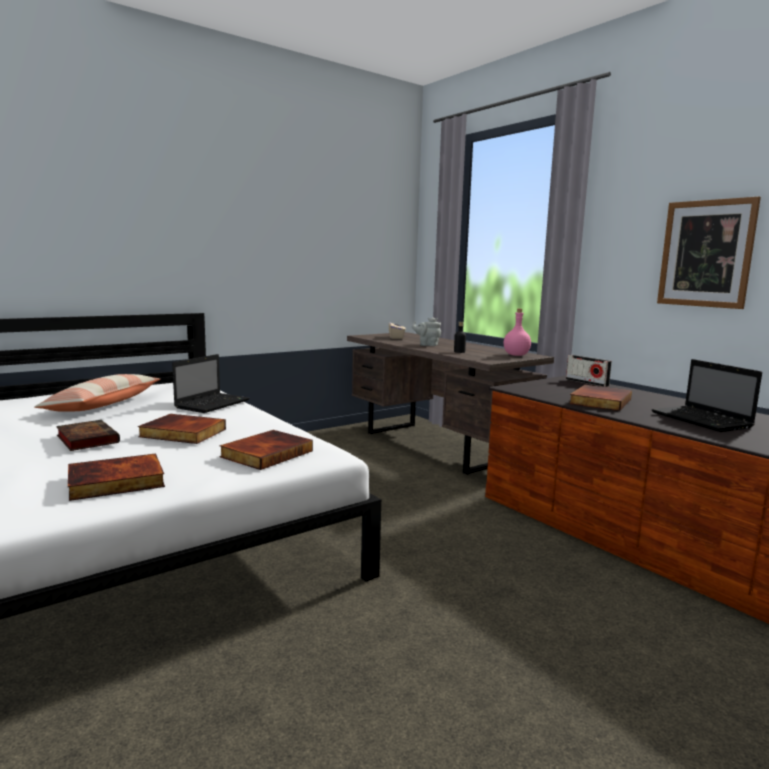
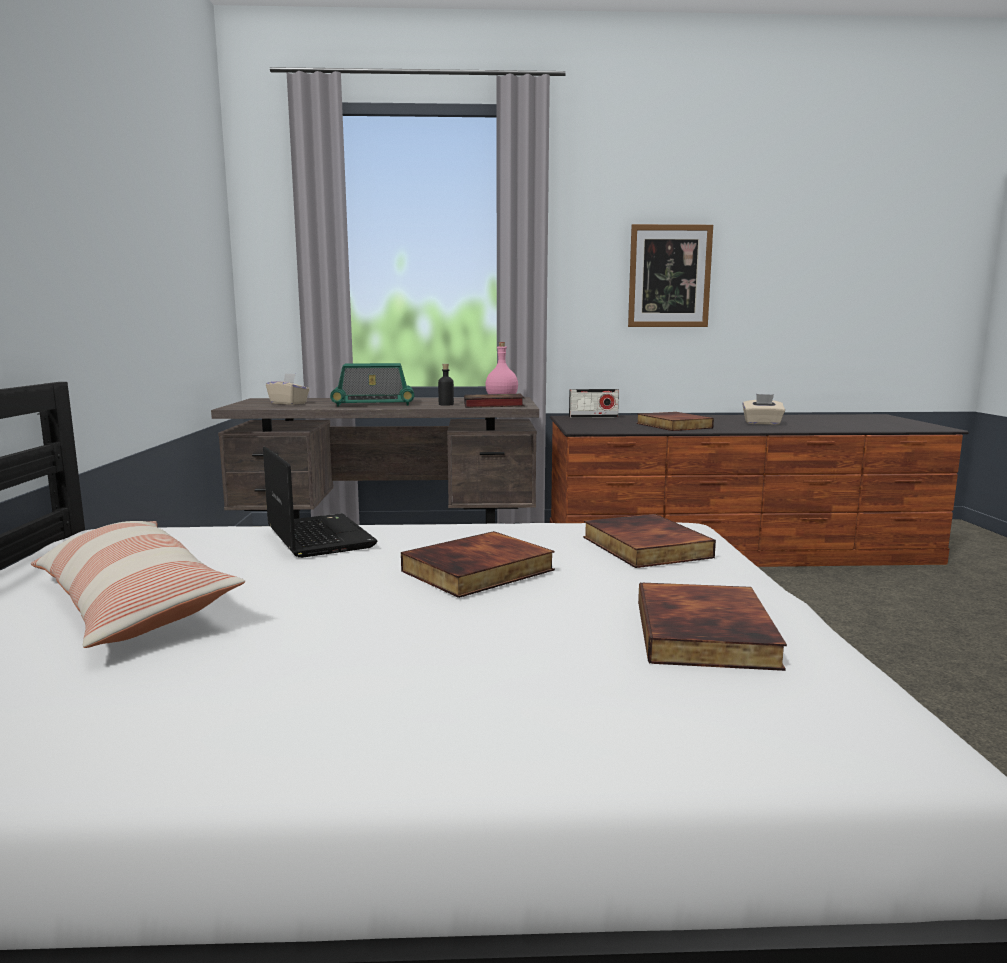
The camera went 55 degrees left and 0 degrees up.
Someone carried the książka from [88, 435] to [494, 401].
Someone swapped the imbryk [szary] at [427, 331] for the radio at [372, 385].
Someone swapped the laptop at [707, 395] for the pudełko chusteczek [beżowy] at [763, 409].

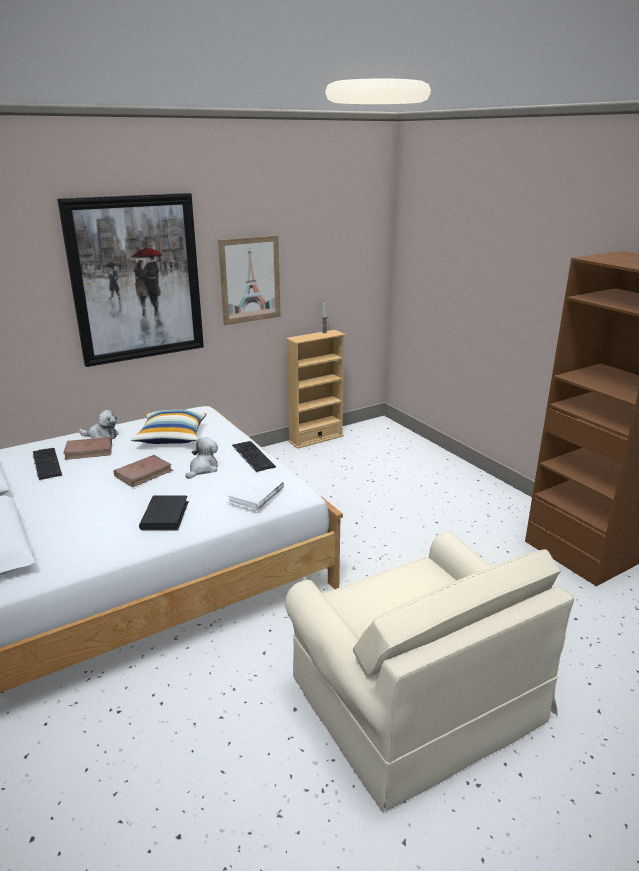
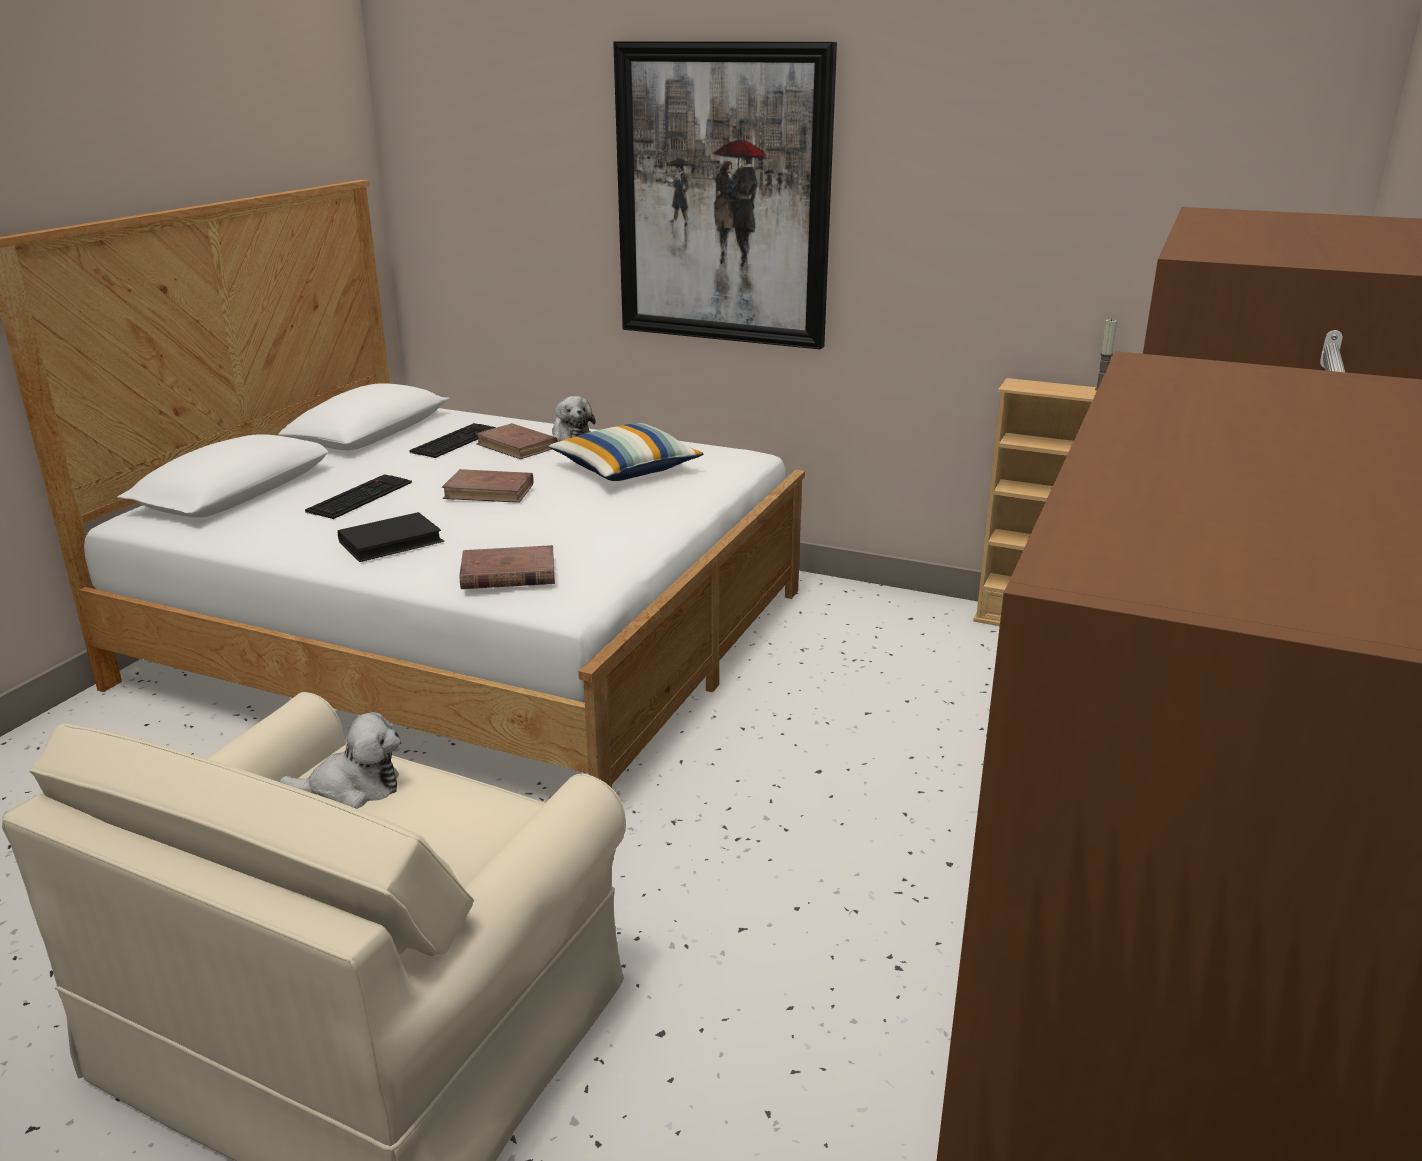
The camera went 55 degrees right and 0 degrees up.
Someone took away the obraz at [249, 280].
Someone carried the pluszak from [201, 458] to [340, 760].
Someone carried the klawiatura from [254, 456] to [358, 496].
Someone repainted the książka [biały] at [255, 492], which became the książka [brązowy] at [507, 567].

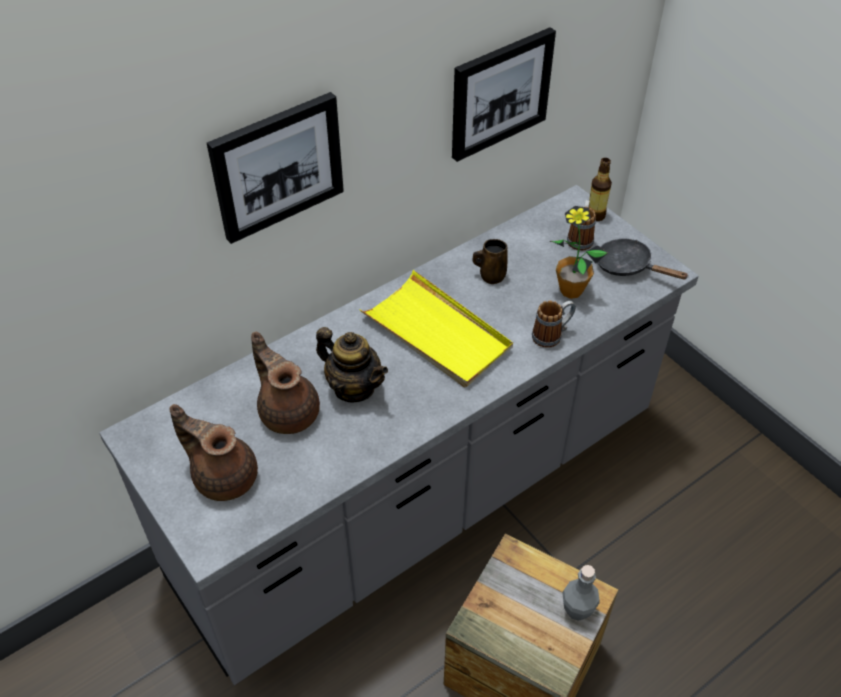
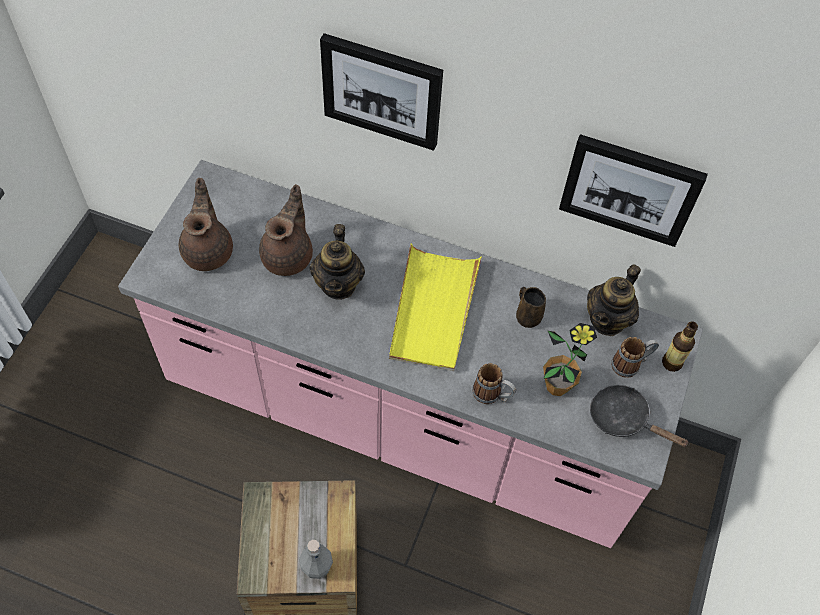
The camera went 55 degrees right and 10 degrees up.
Someone put down the imbryk at [614, 300].
Someone repainted the zabudowa kuchenna [szary] at [398, 435], which became the zabudowa kuchenna [różowy] at [410, 354].
Someone rotated the patelnia [czarny] at [643, 259] by 60 degrees counterclockwise.

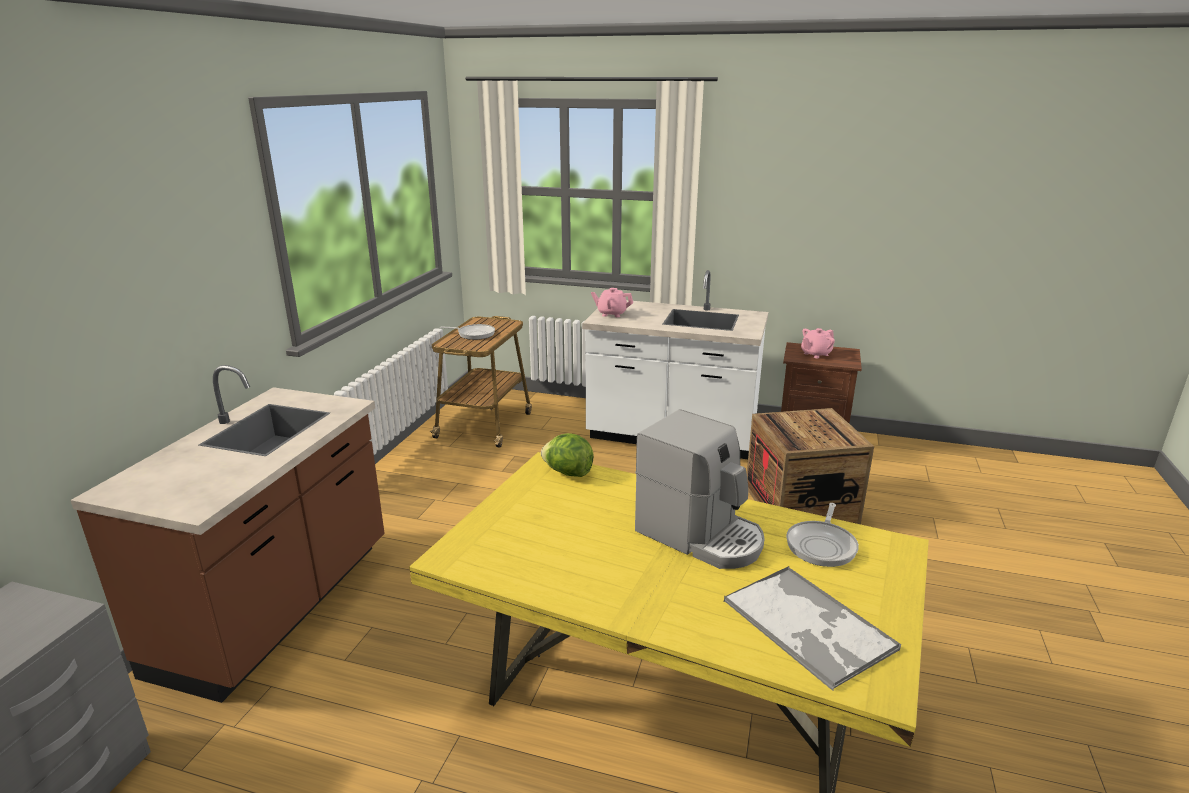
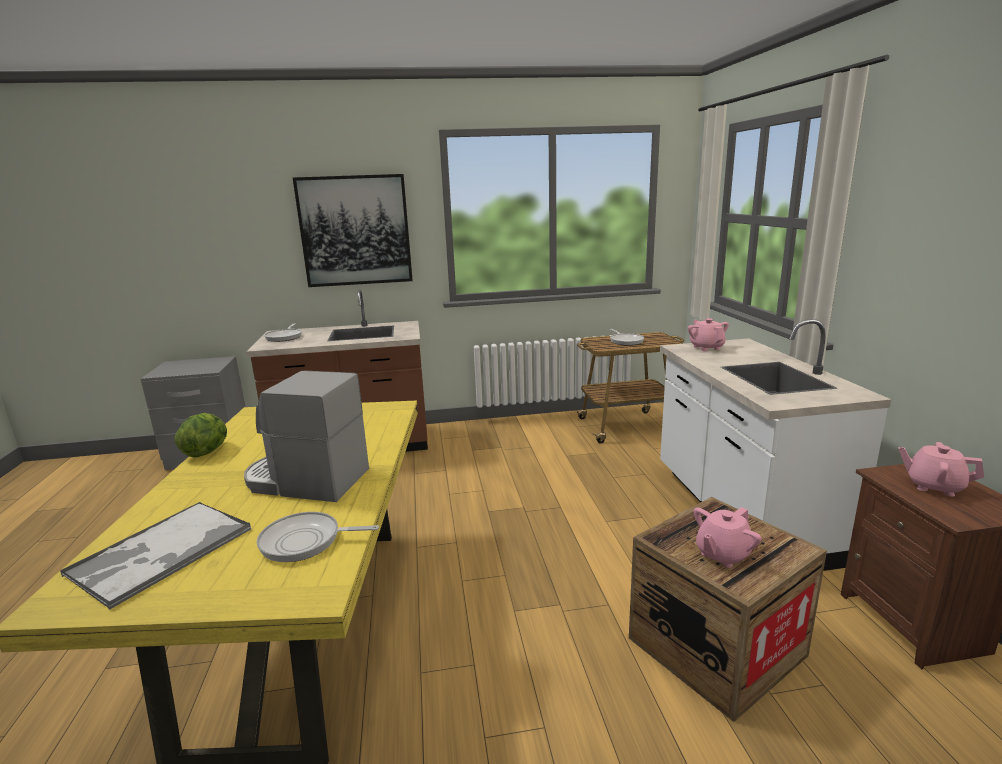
The camera went 65 degrees right and 5 degrees down.
Someone put down the patelnia at [283, 333].
Someone put up the obraz at [353, 230].
Someone put down the imbryk [różowy] at [727, 537].
Someone carried the sałata from [567, 455] to [201, 435].
Someone rotated the ekspres do kawy at [700, 489] by 90 degrees clockwise.

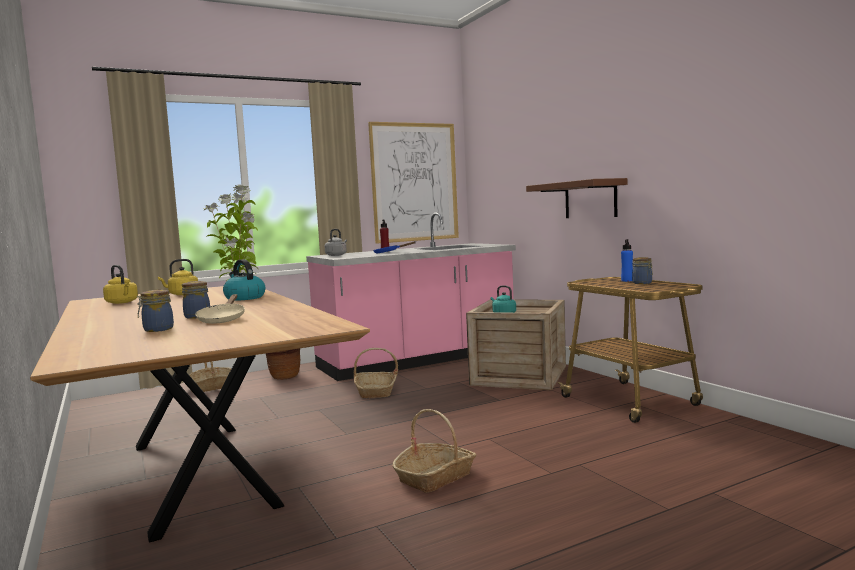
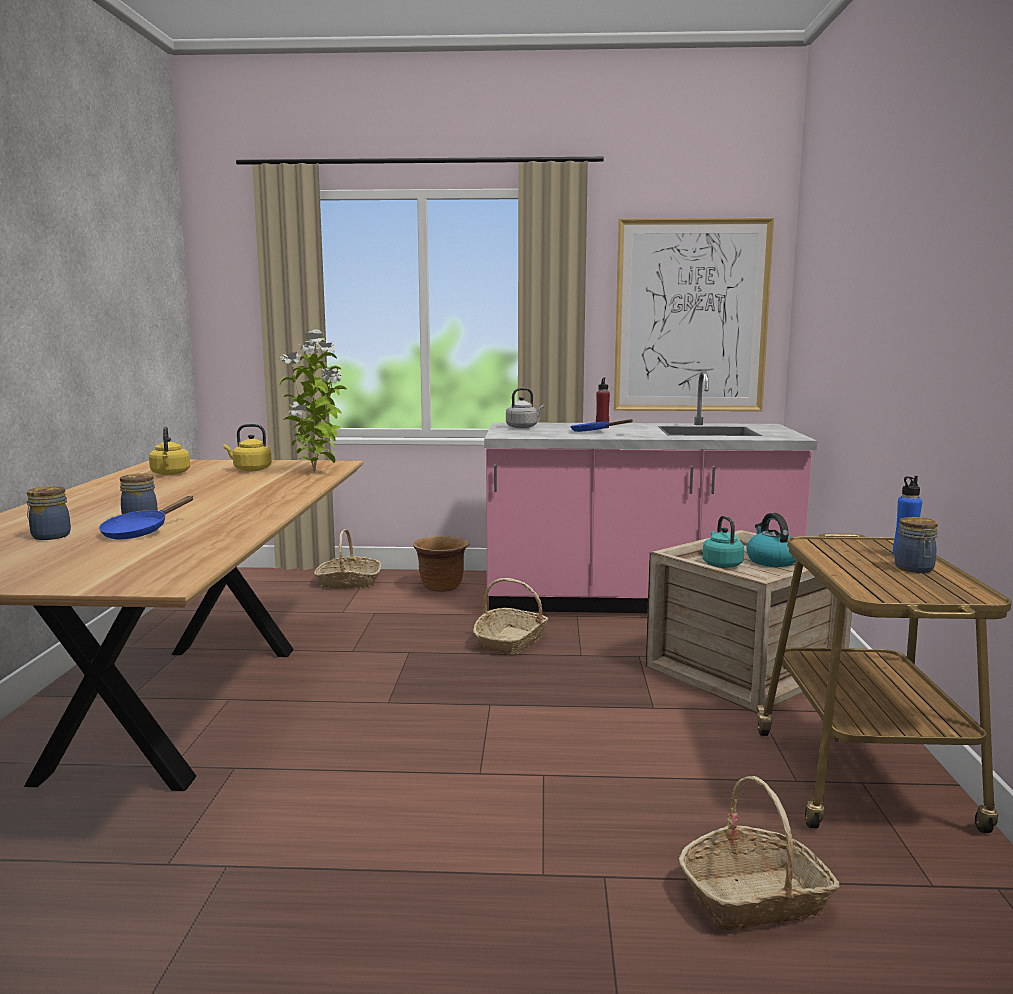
The camera went 30 degrees right and 5 degrees up.
Someone took away the półka [brązowy] at [577, 198].
Someone carried the czajnik from [244, 280] to [771, 540].
Someone carried the koszyk from [434, 451] to [759, 853].
Someone repainted the patelnia [beżowy] at [220, 309], which became the patelnia [niebieski] at [146, 517].

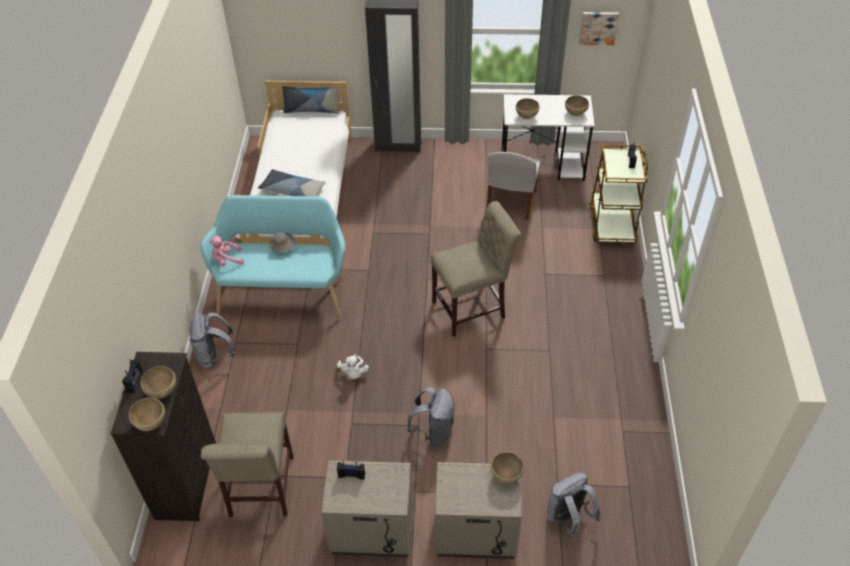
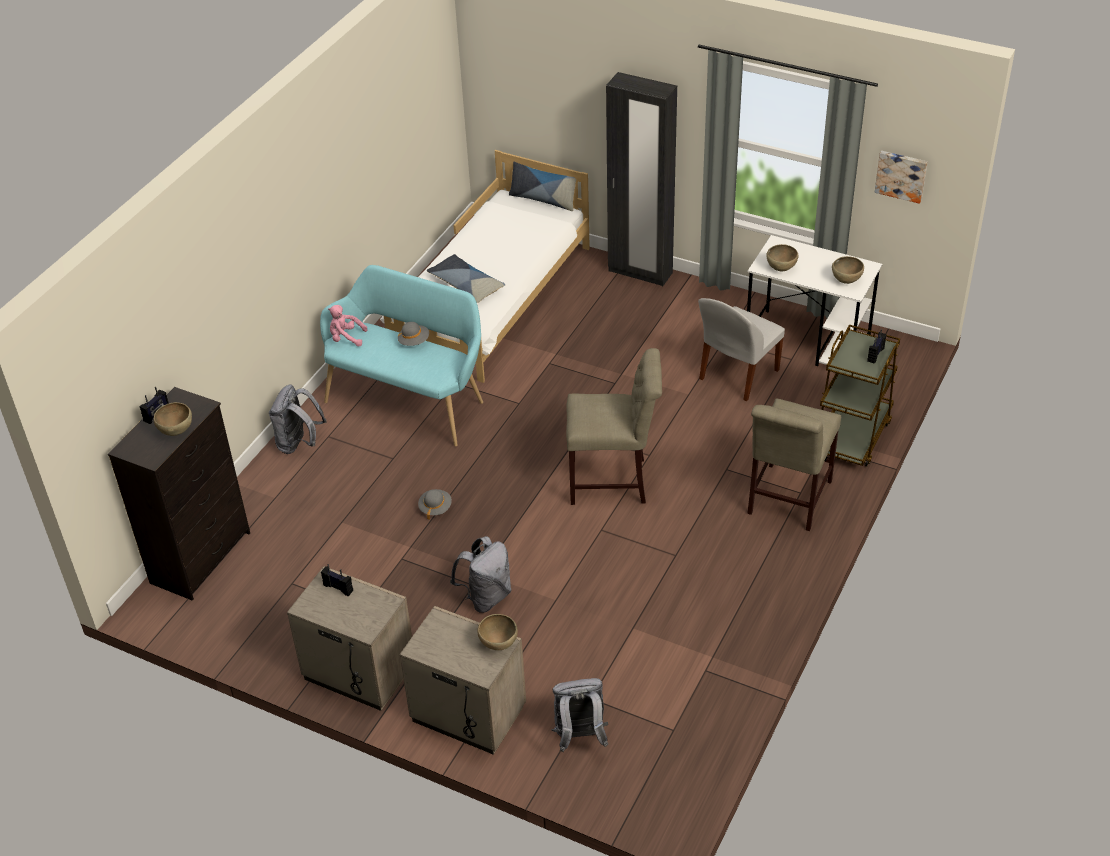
The camera went 25 degrees right and 5 degrees down.
Someone took away the miska [brązowy] at [147, 414].
Someone carried the krzesło [beżowy] from [247, 464] to [794, 464].
Someone swapped the pluszak [biały] at [353, 366] for the kapelusz [szary] at [435, 504].

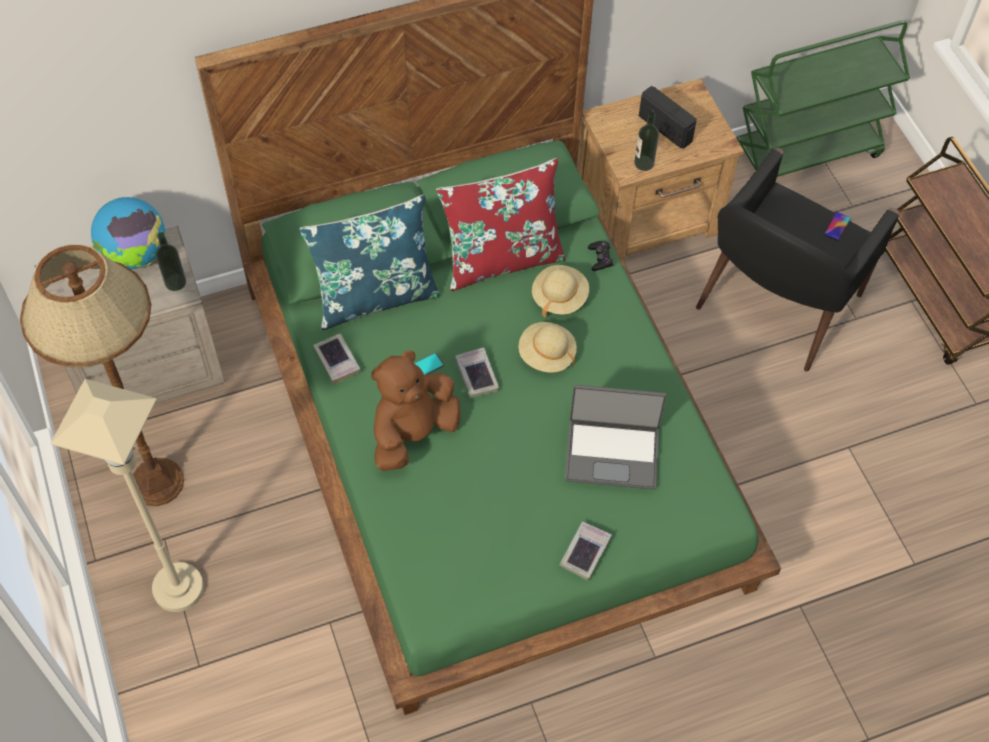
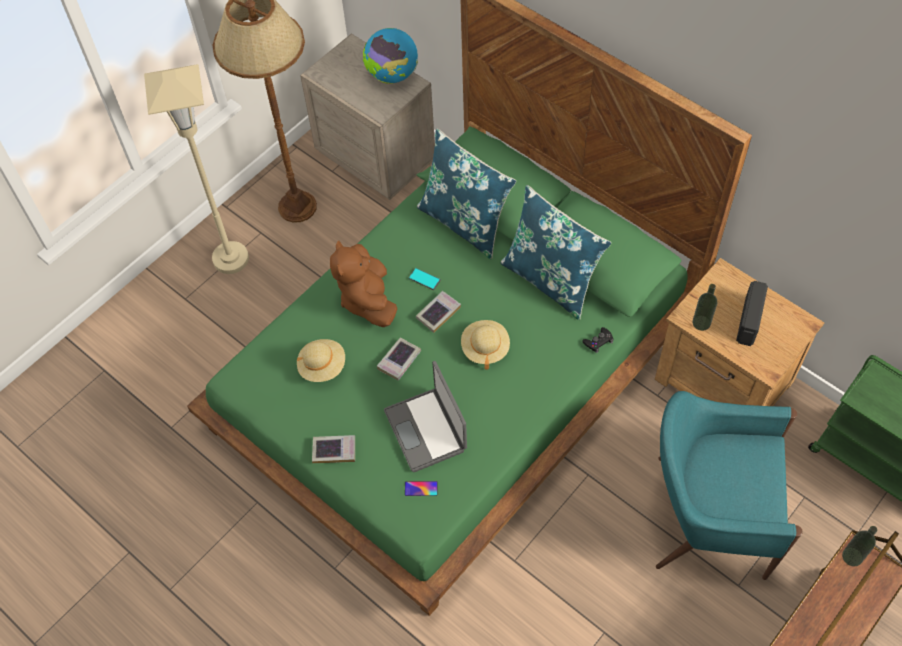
The camera went 65 degrees right and 0 degrees up.
Someone carried the butelka from [171, 261] to [859, 546].
Someone carried the książka from [337, 358] to [399, 358].
Someone carried the kapelusz [beżowy] from [560, 291] to [321, 360].
Someone carried the telefon from [837, 226] to [421, 488].
Someone repainted the poduszka [czerwony] at [501, 224], which became the poduszka [niebieski] at [556, 252].
Someone repainted the fotel [czarny] at [797, 260], which became the fotel [turkusowy] at [729, 485].
Someone rotated the pluszak [brązowy] at [416, 410] by 120 degrees counterclockwise.

